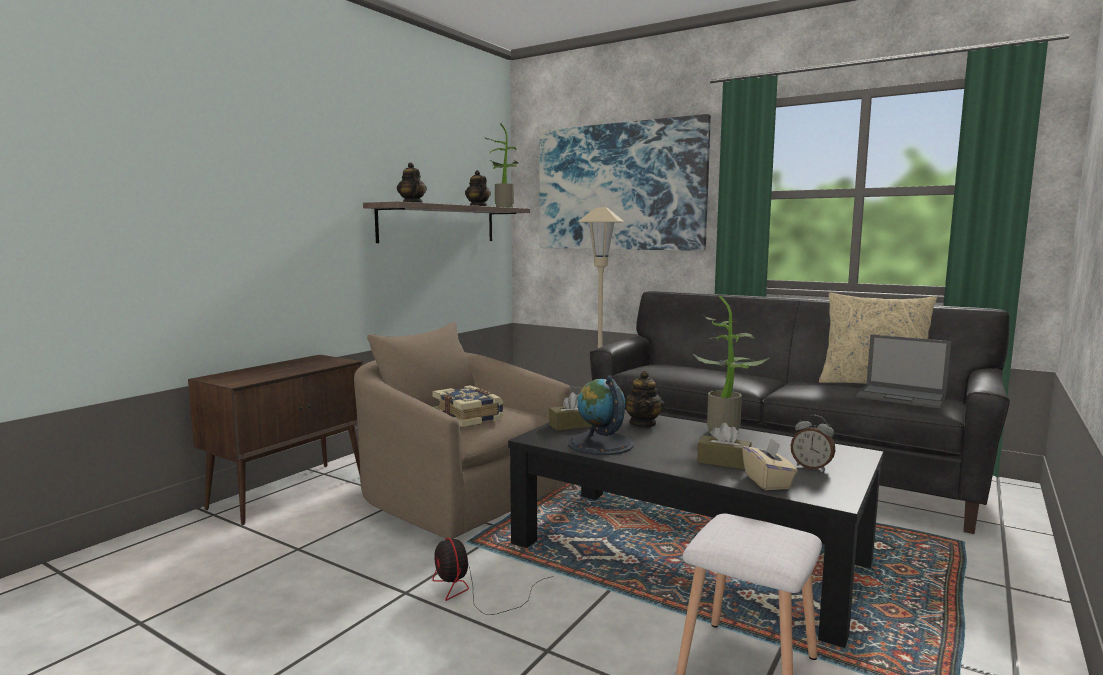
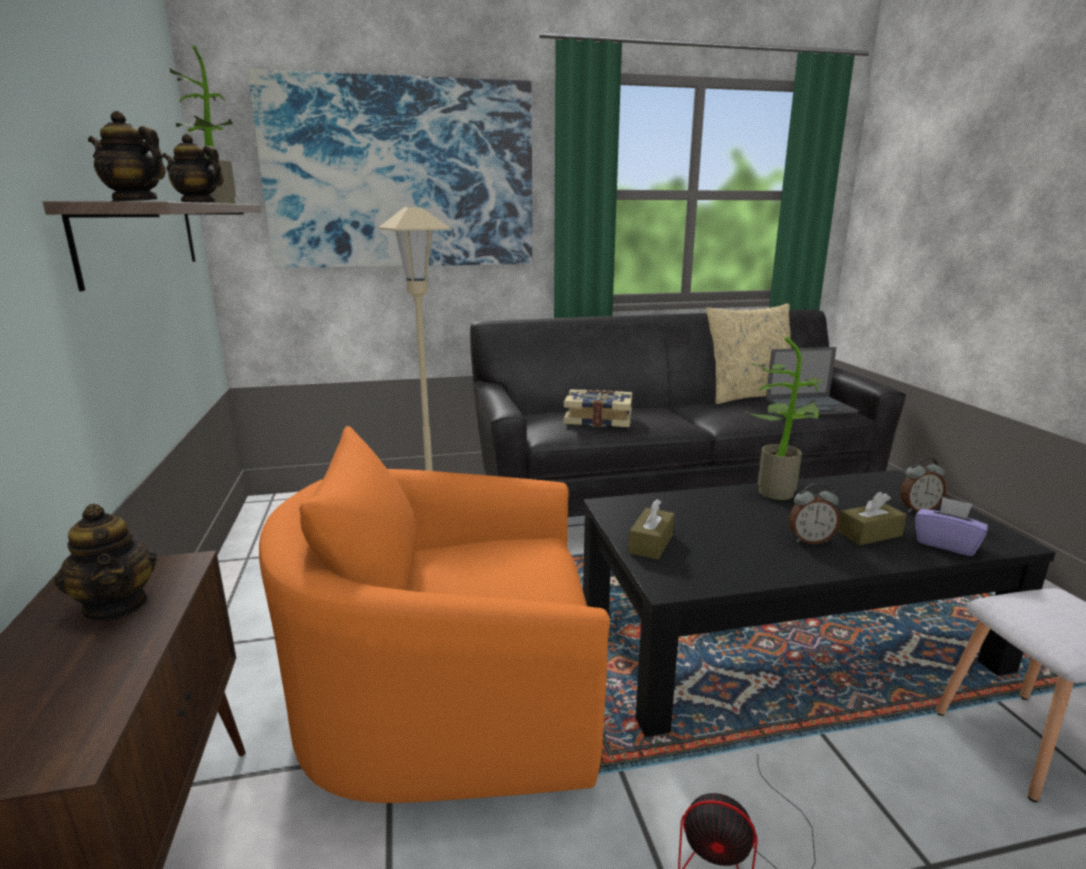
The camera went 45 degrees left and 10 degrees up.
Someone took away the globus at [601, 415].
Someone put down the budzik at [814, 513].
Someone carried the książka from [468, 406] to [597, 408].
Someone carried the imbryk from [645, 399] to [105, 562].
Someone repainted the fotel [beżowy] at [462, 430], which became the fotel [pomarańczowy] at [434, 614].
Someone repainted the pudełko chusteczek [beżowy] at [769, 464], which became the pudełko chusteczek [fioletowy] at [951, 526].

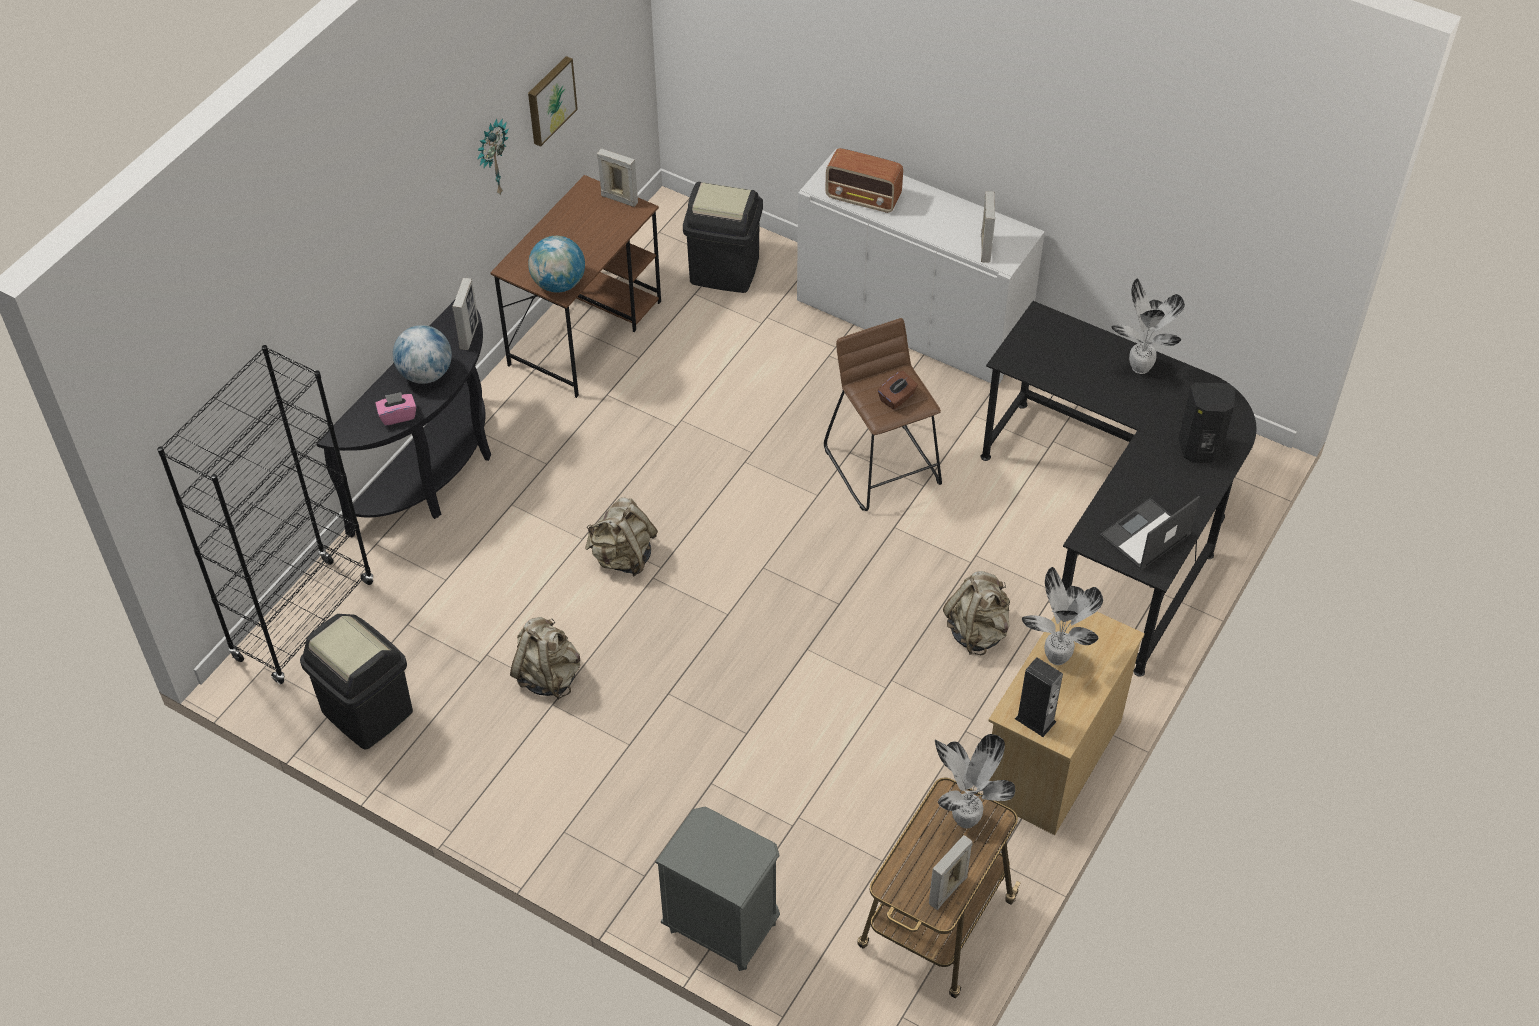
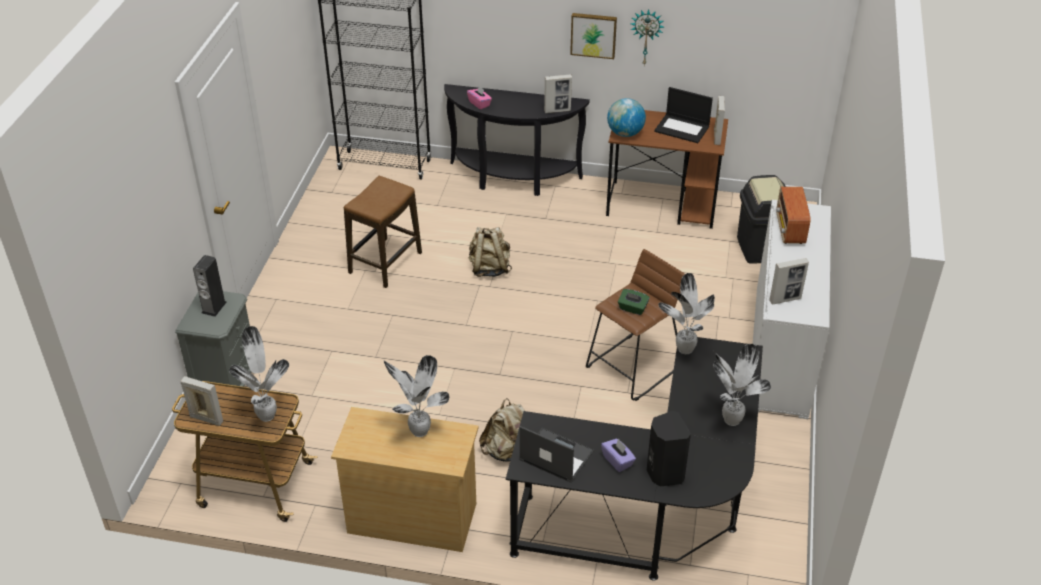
The camera went 70 degrees right and 10 degrees down.
Someone took away the kosz na śmieci [czarny] at [356, 681].
Someone took away the globus at [422, 354].
Someone put down the pudełko chusteczek [fioletowy] at [618, 455].
Someone put down the laptop at [683, 115].
Someone put down the roślina doniczkowa at [686, 313].
Someone carried the obraz from [553, 101] to [593, 36].
Someone carried the głośnik from [1039, 697] to [210, 286].
Someone swapped the plecak [beżowy] at [545, 658] for the stołek at [383, 232].
Someone repainted the pudełko chusteczek [brązowy] at [898, 390], which became the pudełko chusteczek [zielony] at [634, 302].

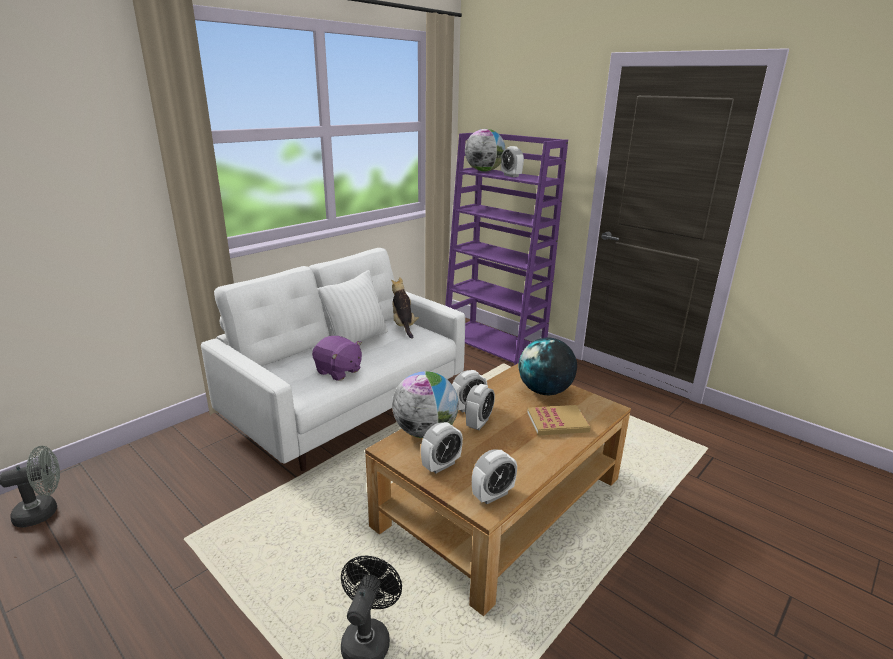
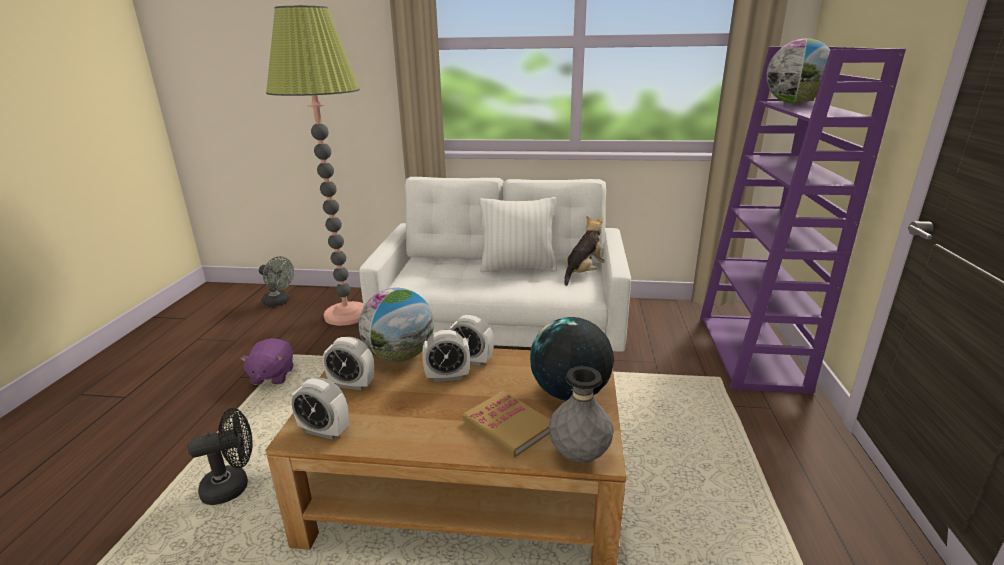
The camera went 55 degrees right and 0 degrees up.
Someone took away the budzik at [512, 161].
Someone put down the lampa stojąca at [314, 165].
Someone put down the wazon [szary] at [581, 414].
Someone carried the pluszak [fioletowy] from [337, 358] to [266, 361].

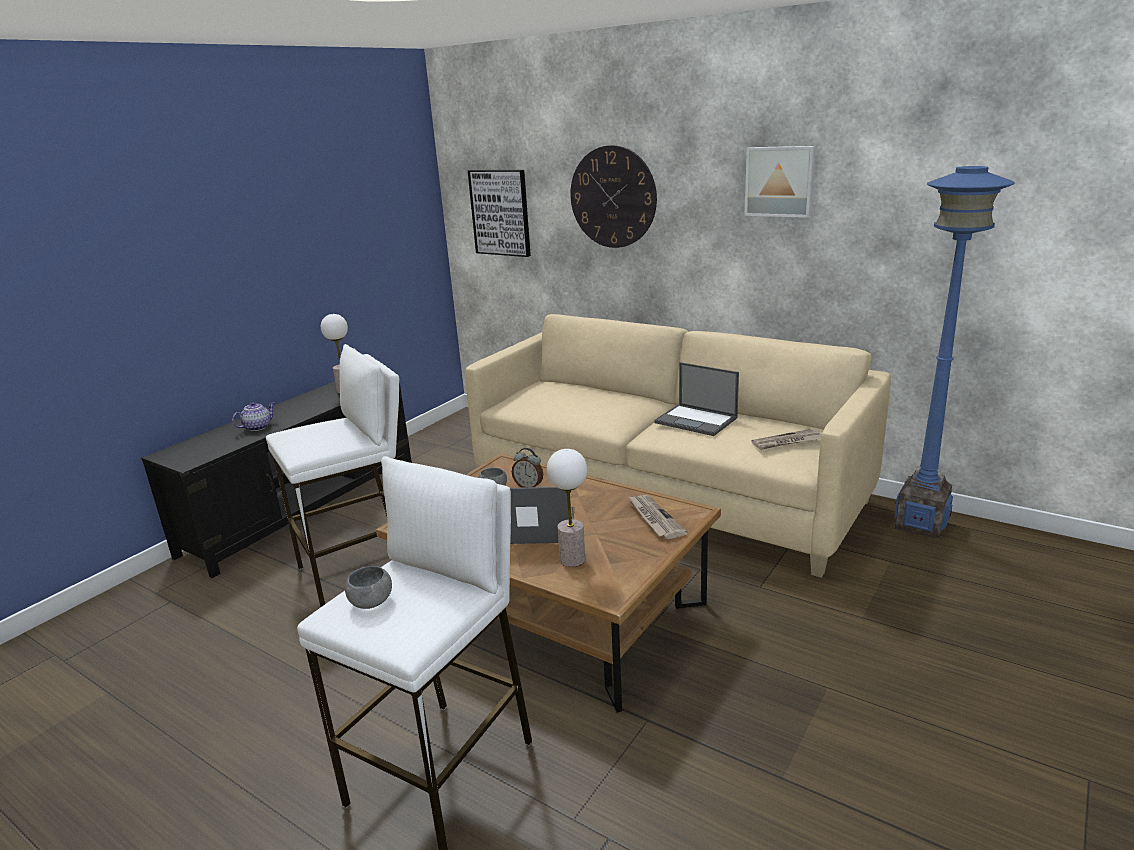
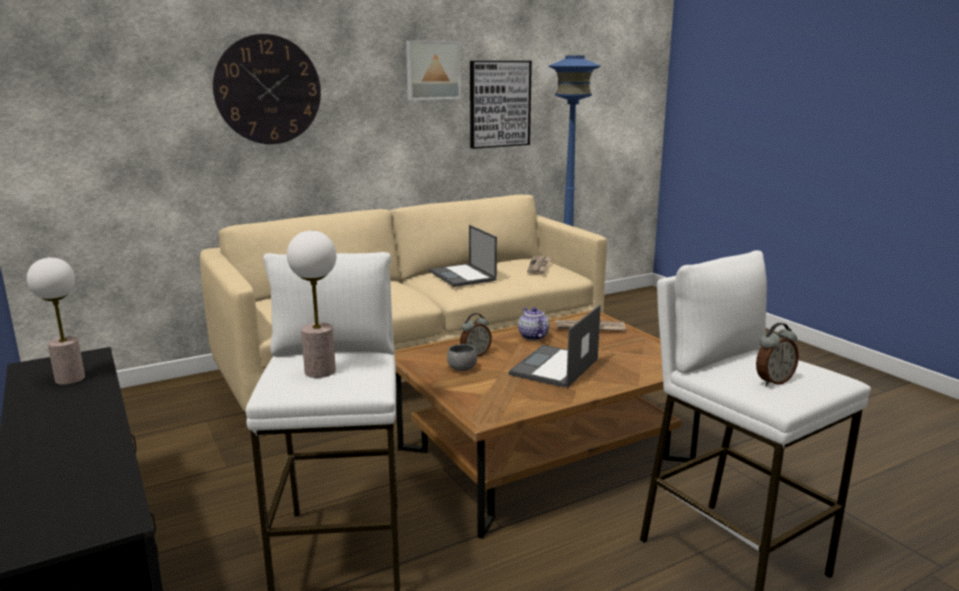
The camera went 65 degrees left and 5 degrees down.
Someone carried the imbryk from [253, 416] to [534, 323].
Someone carried the obraz from [499, 213] to [501, 105].
Someone carried the lampa stołowa from [567, 508] to [311, 304].
Someone swapped the miska [szary] at [368, 587] for the budzik at [777, 354].
Someone rotated the laptop at [696, 399] by 90 degrees clockwise.

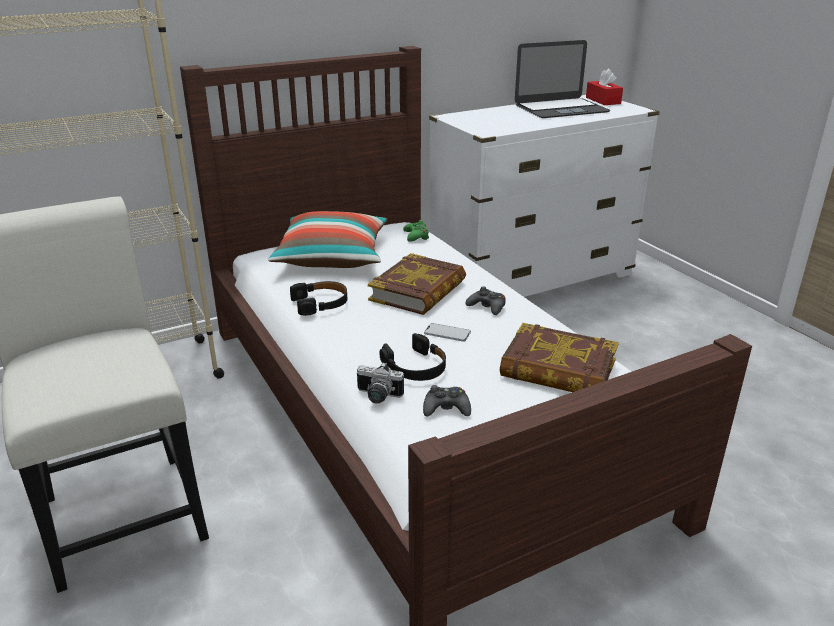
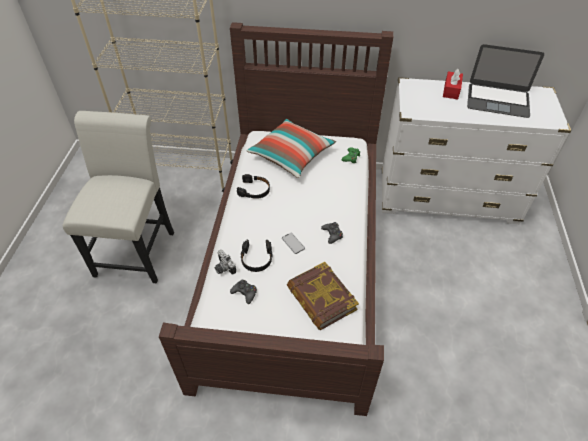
The camera went 35 degrees right and 20 degrees up.
Someone took away the książka at [417, 284].
Someone carried the pudełko chusteczek [czerwony] from [604, 87] to [453, 84].

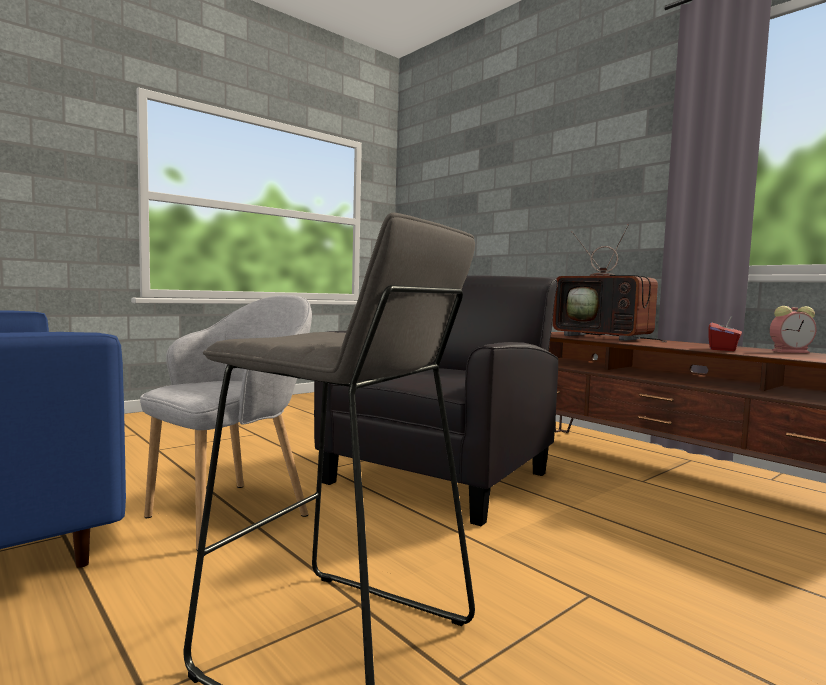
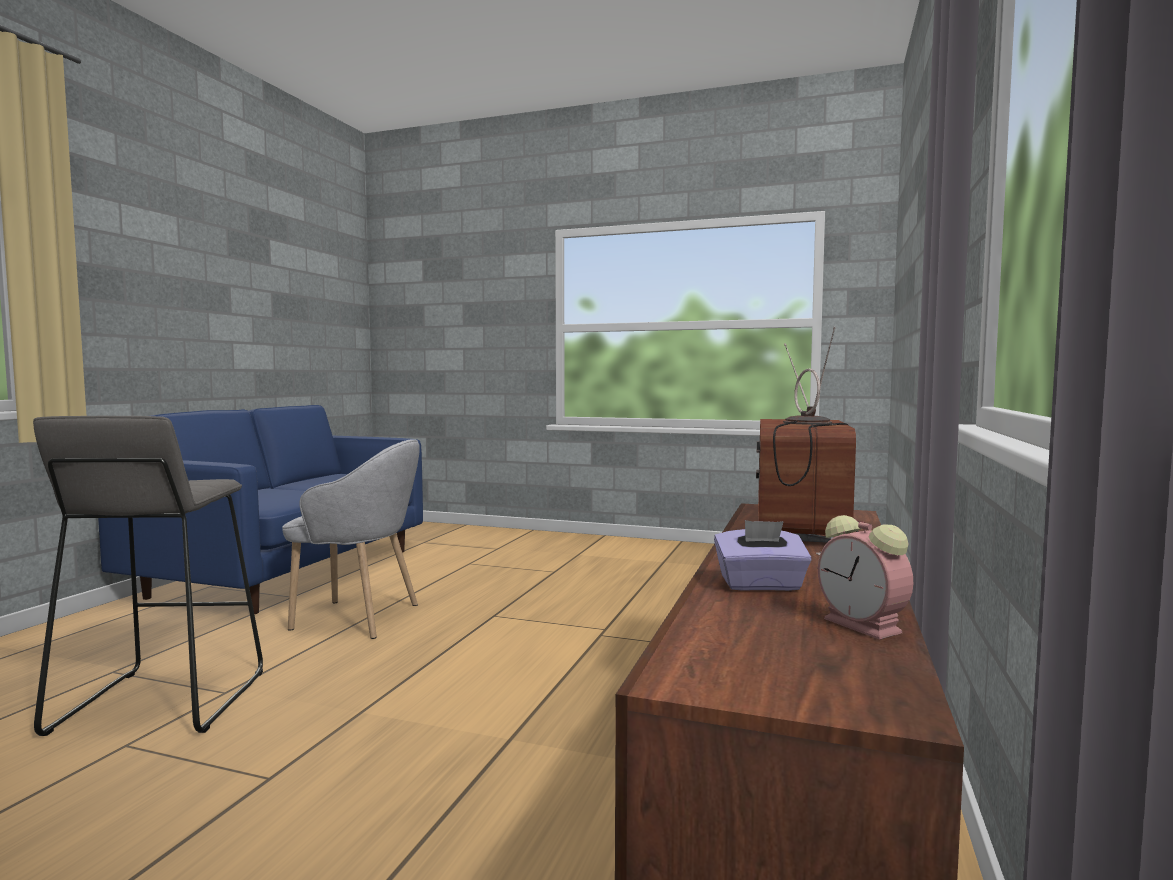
The camera went 60 degrees right and 0 degrees up.
Someone took away the fotel [czarny] at [436, 400].
Someone repainted the pudełko chusteczek [czerwony] at [725, 333], which became the pudełko chusteczek [fioletowy] at [763, 555].

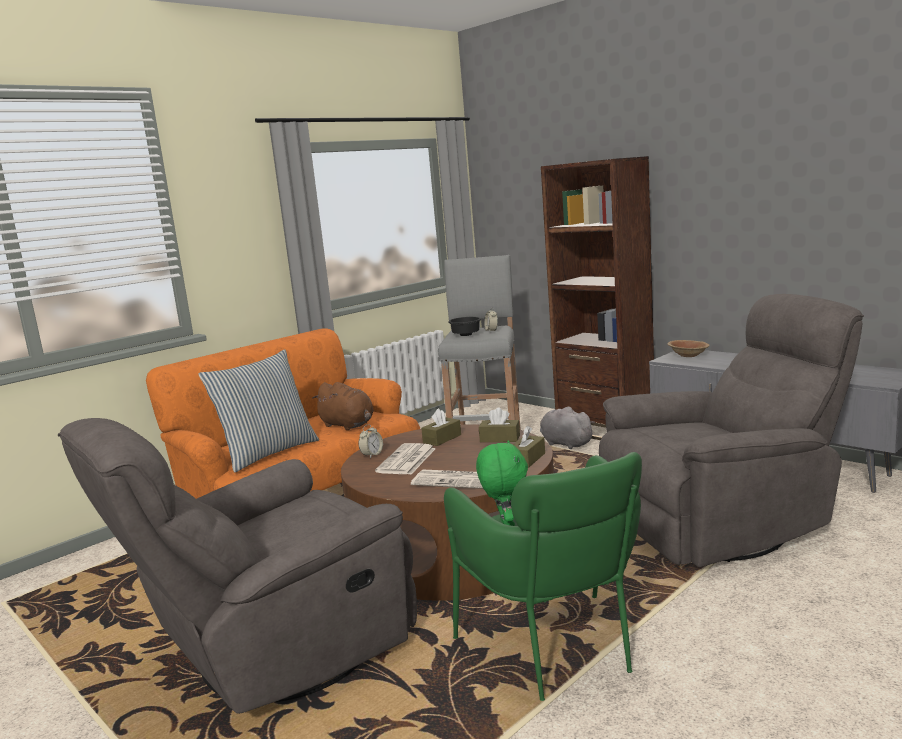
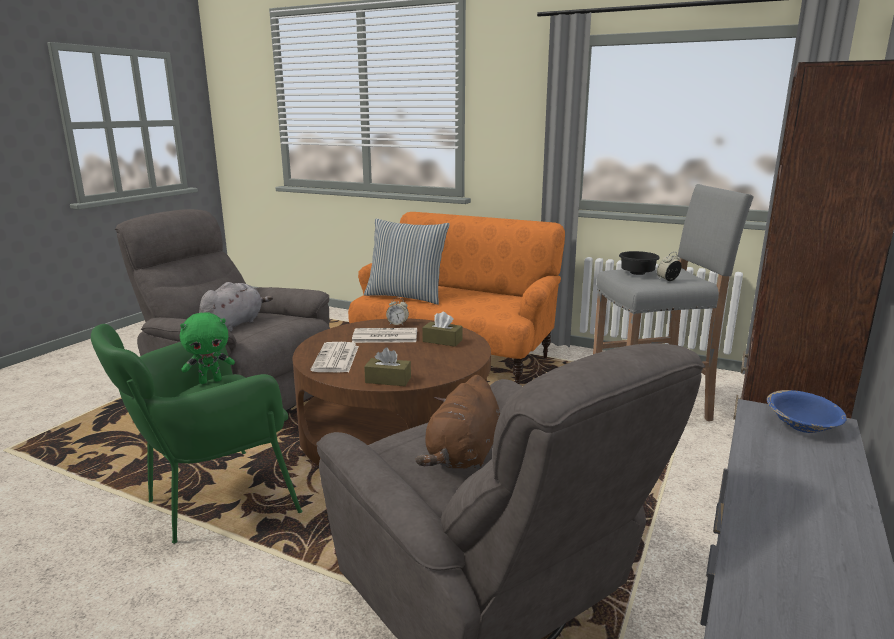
The camera went 70 degrees right and 5 degrees up.
Someone took away the pudełko chusteczek [brązowy] at [499, 424].
Someone carried the pluszak [brązowy] from [343, 406] to [457, 422].
Someone carried the pluszak [szary] from [568, 428] to [236, 307].
Someone repainted the miska [brązowy] at [688, 348], which became the miska [niebieski] at [807, 411].

